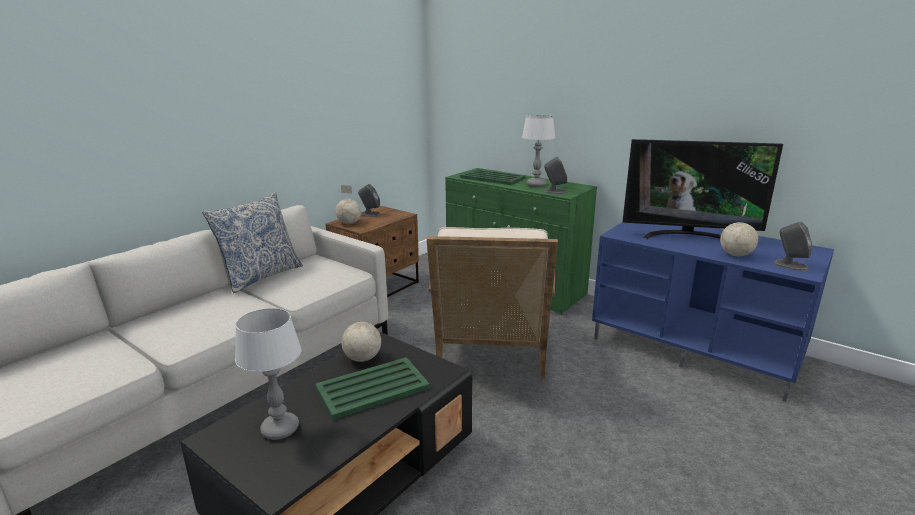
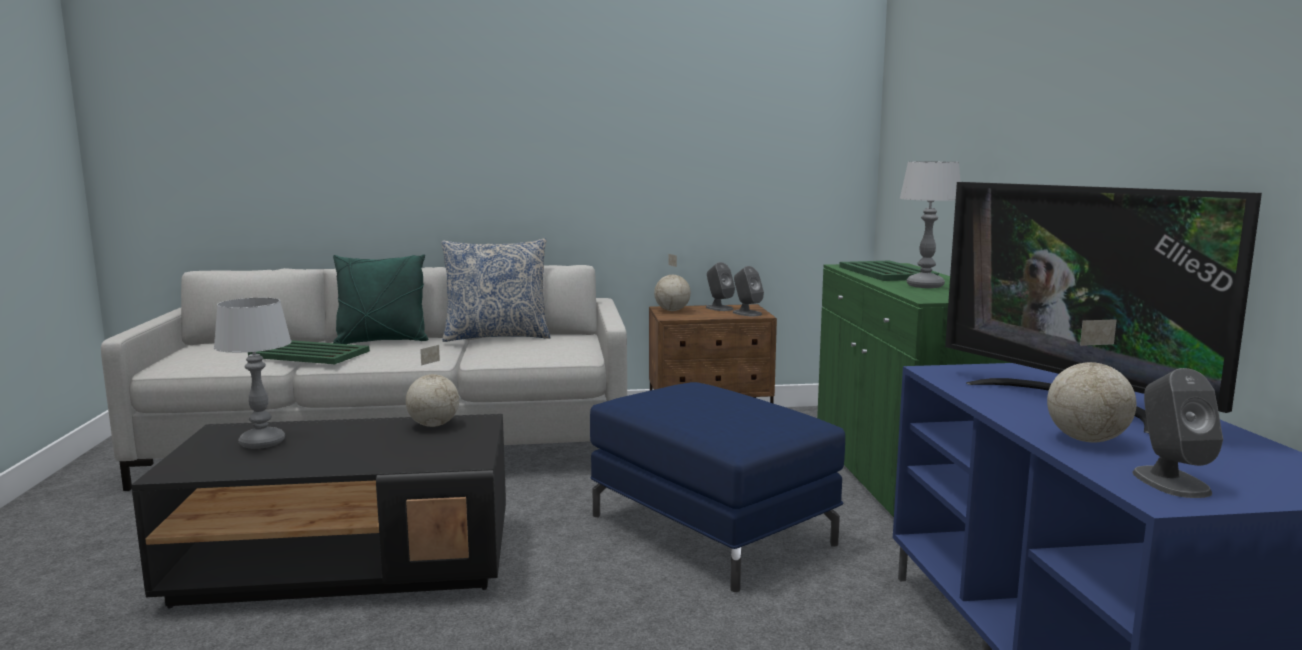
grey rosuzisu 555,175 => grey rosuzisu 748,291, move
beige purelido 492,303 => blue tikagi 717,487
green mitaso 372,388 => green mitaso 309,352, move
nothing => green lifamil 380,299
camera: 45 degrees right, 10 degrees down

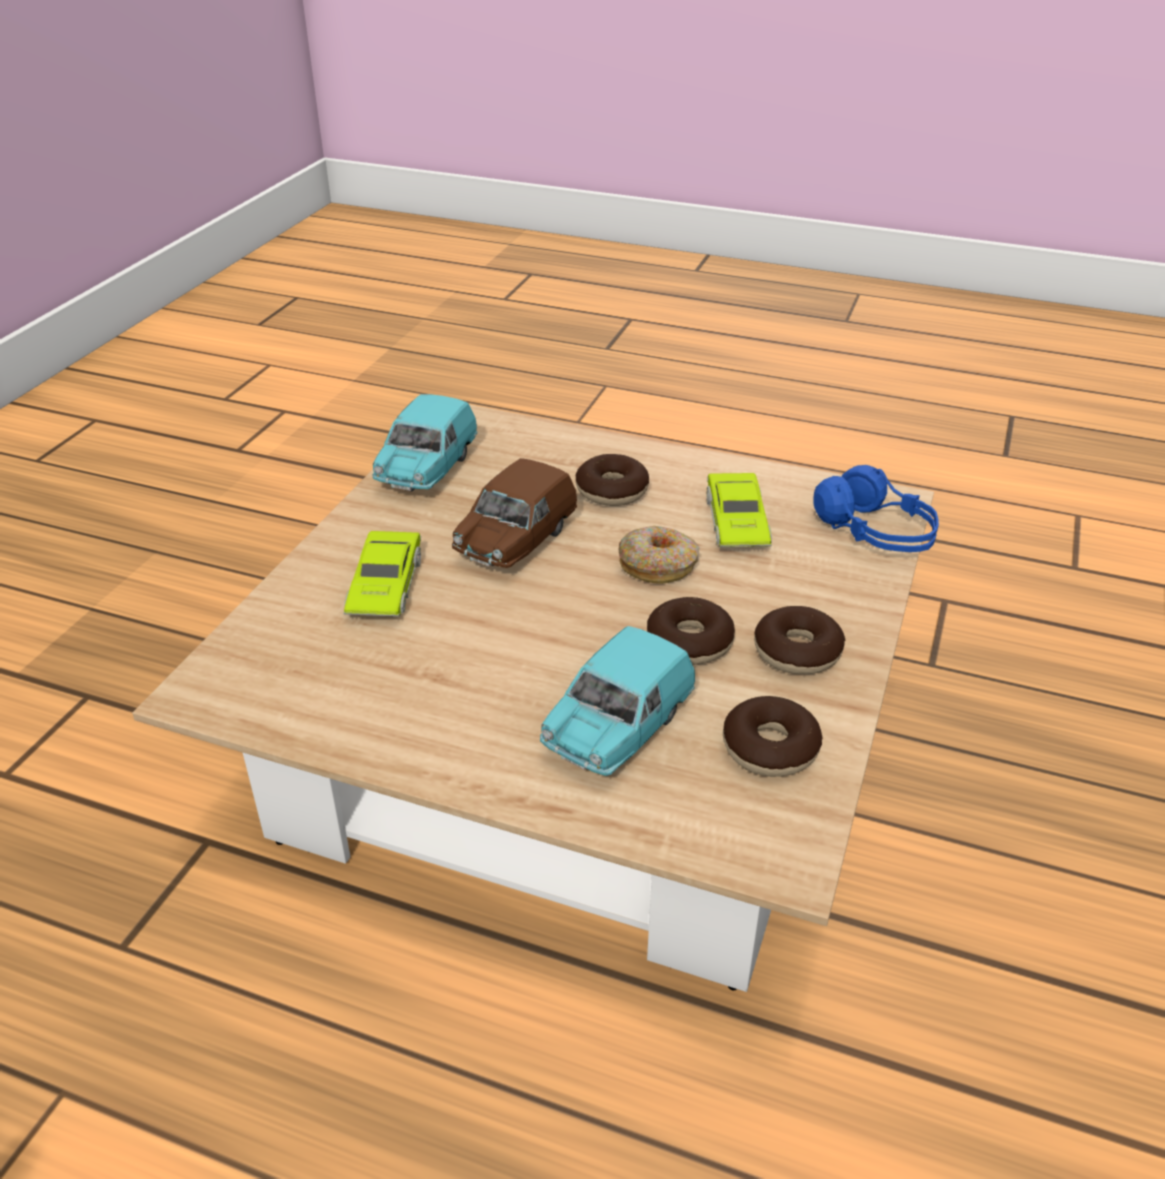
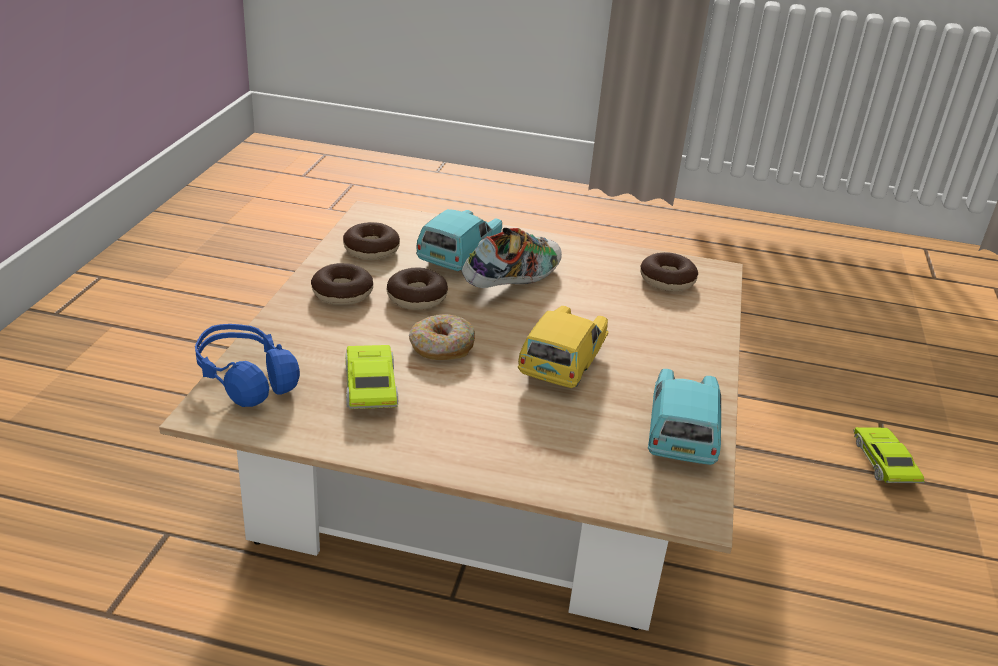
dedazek 612,480 => dedazek 669,272, move
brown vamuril 514,513 => yellow vamuril 563,347
green vamuril 382,574 => green vamuril 889,455, move
nothing => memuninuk 512,258
camera: 170 degrees right, 5 degrees down

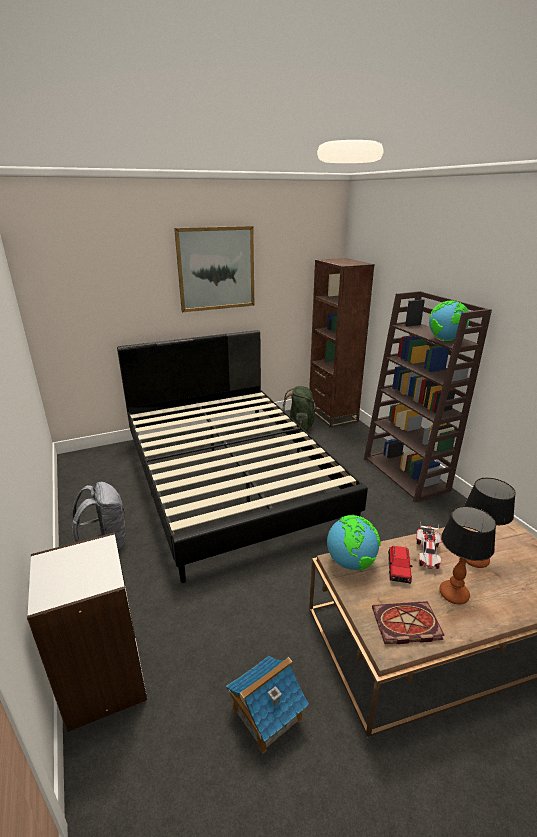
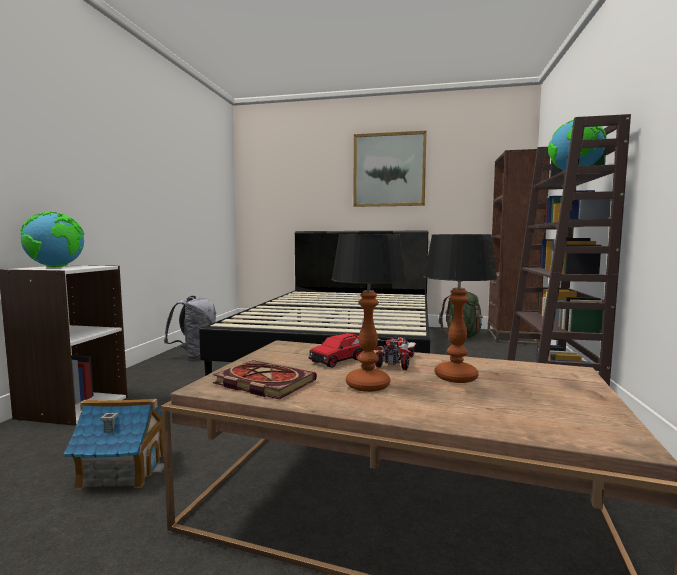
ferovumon 354,543 => ferovumon 52,239, move
vamuril 429,545 => vamuril 395,352, 150 degrees clockwise
camera: 35 degrees right, 20 degrees down

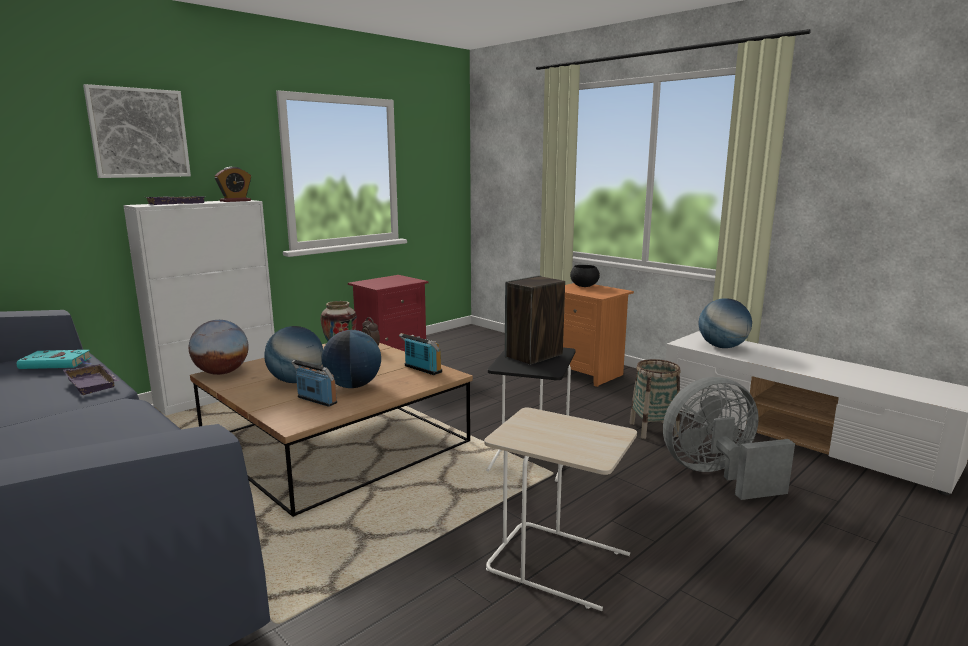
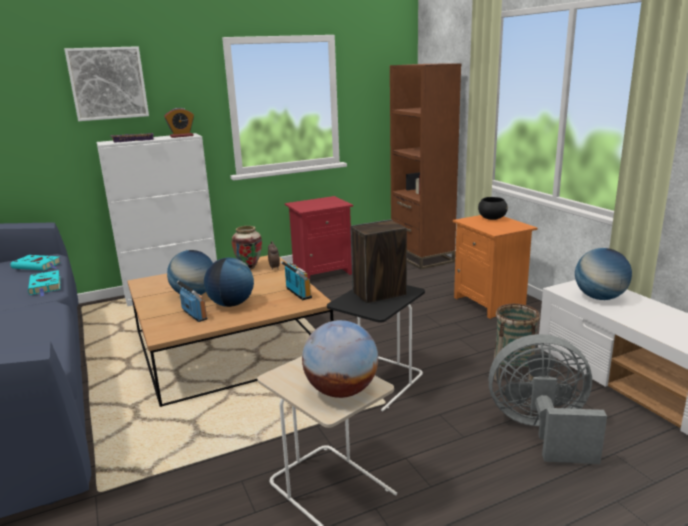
ferovumon 218,347 => ferovumon 340,359, move
purple mitaso 91,379 => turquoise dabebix 44,283
nothing => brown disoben 426,166
camera: 20 degrees right, 5 degrees up

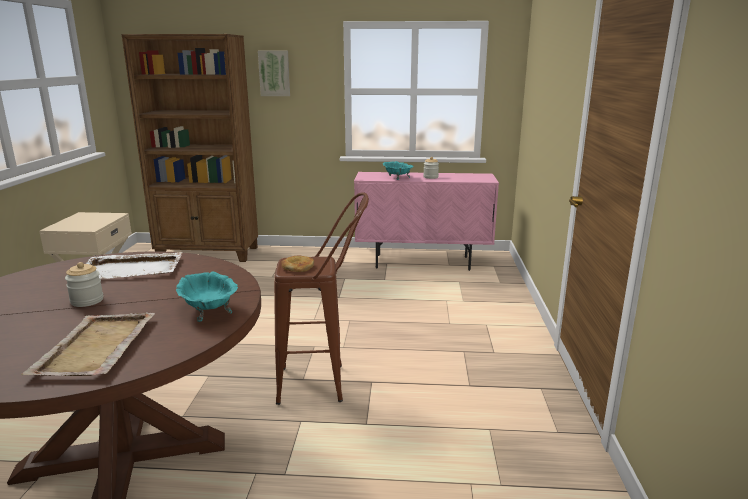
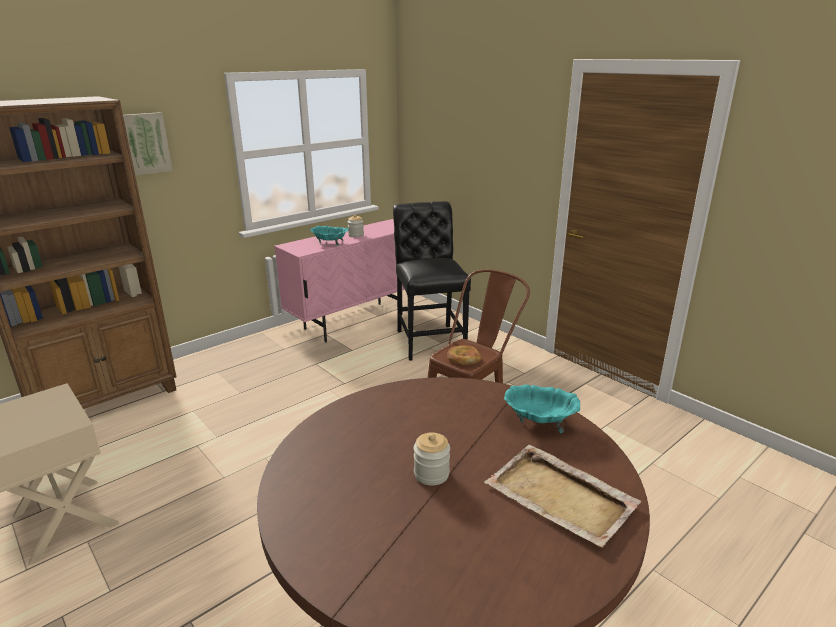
white mitaso 134,265 => nothing
nothing => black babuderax 432,281
camera: 45 degrees left, 5 degrees up

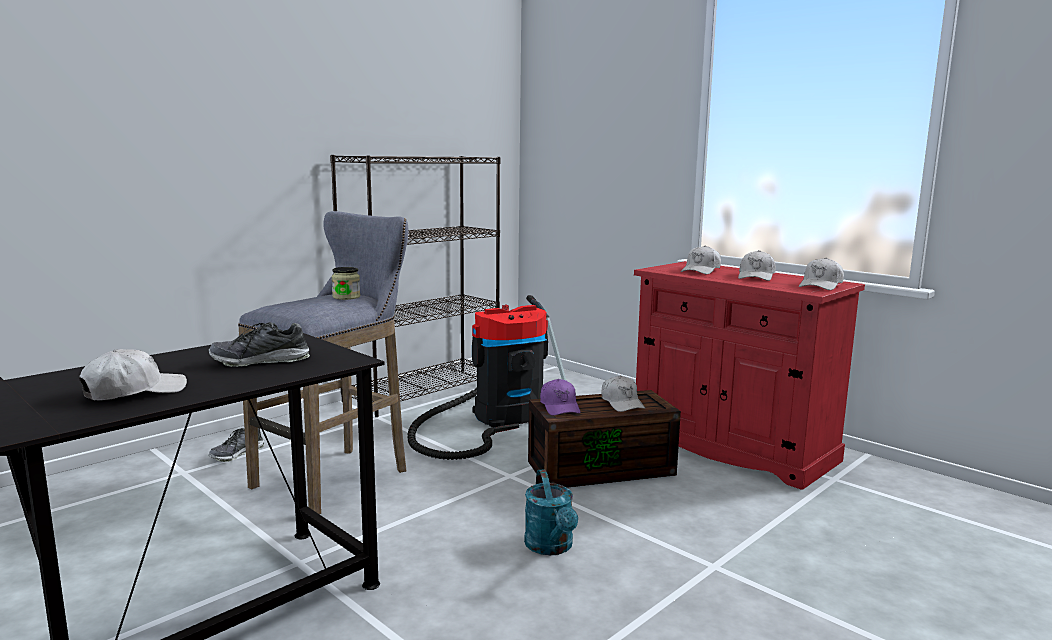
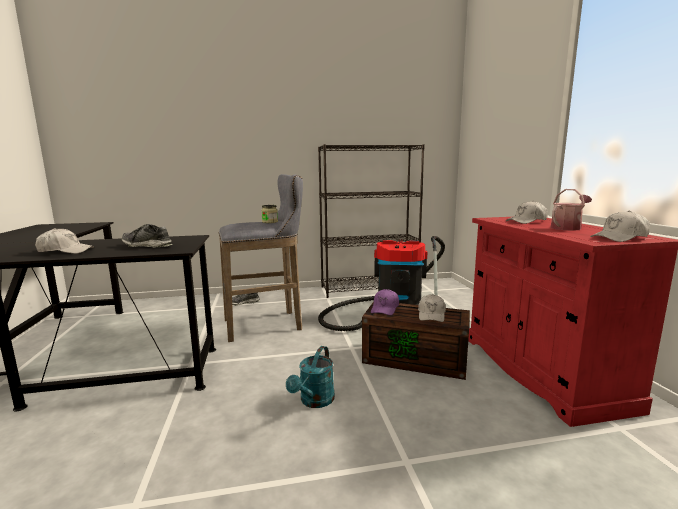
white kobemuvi 757,265 => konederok 571,210
camera: 35 degrees right, 0 degrees up

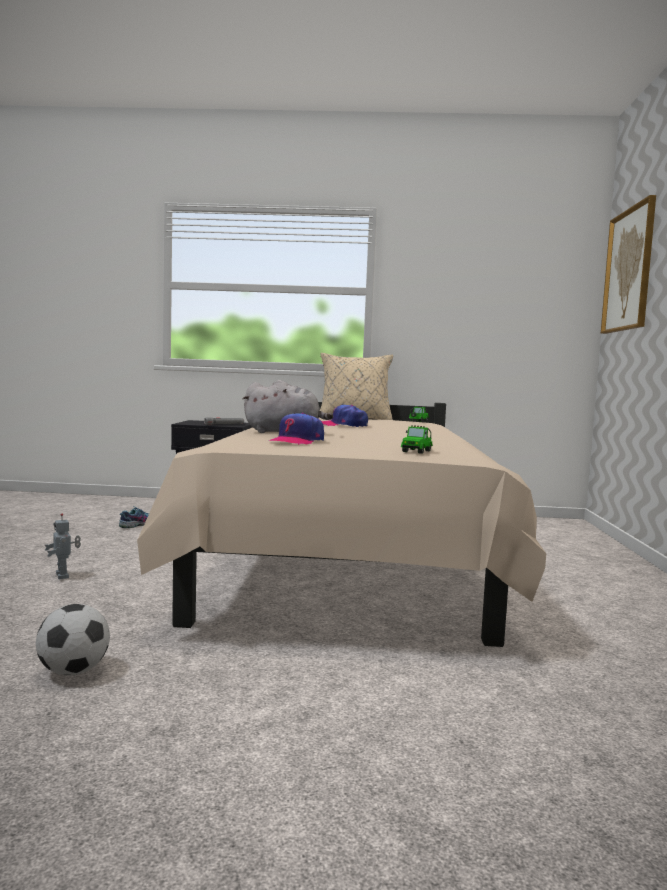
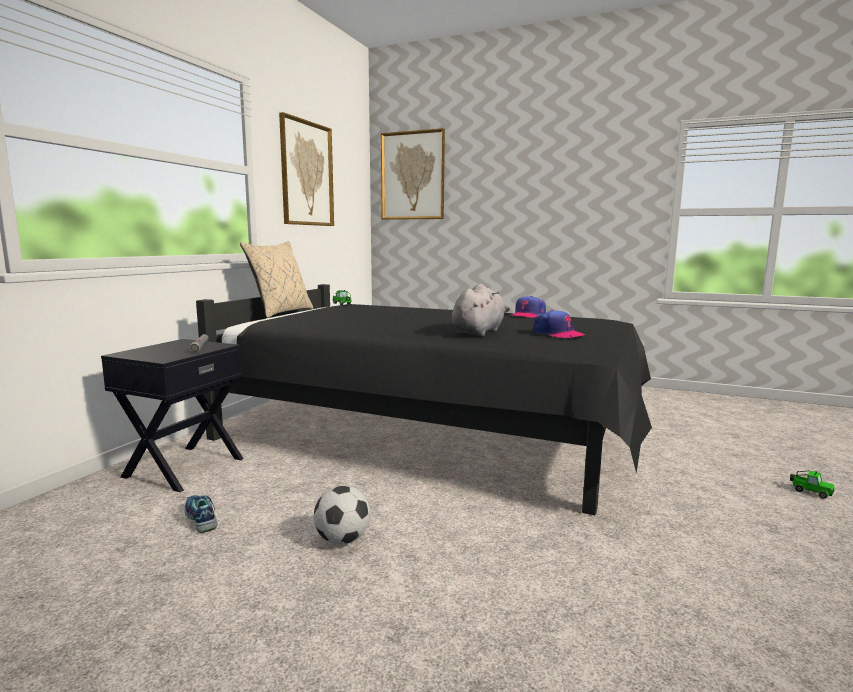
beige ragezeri 341,524 => black ragezeri 424,399
kobemuvi 345,416 => kobemuvi 528,307, move
vamuril 417,439 => vamuril 812,485, move
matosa 63,546 => nothing
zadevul 73,640 => zadevul 342,515, move
nothing => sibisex 306,169
camera: 70 degrees left, 5 degrees up

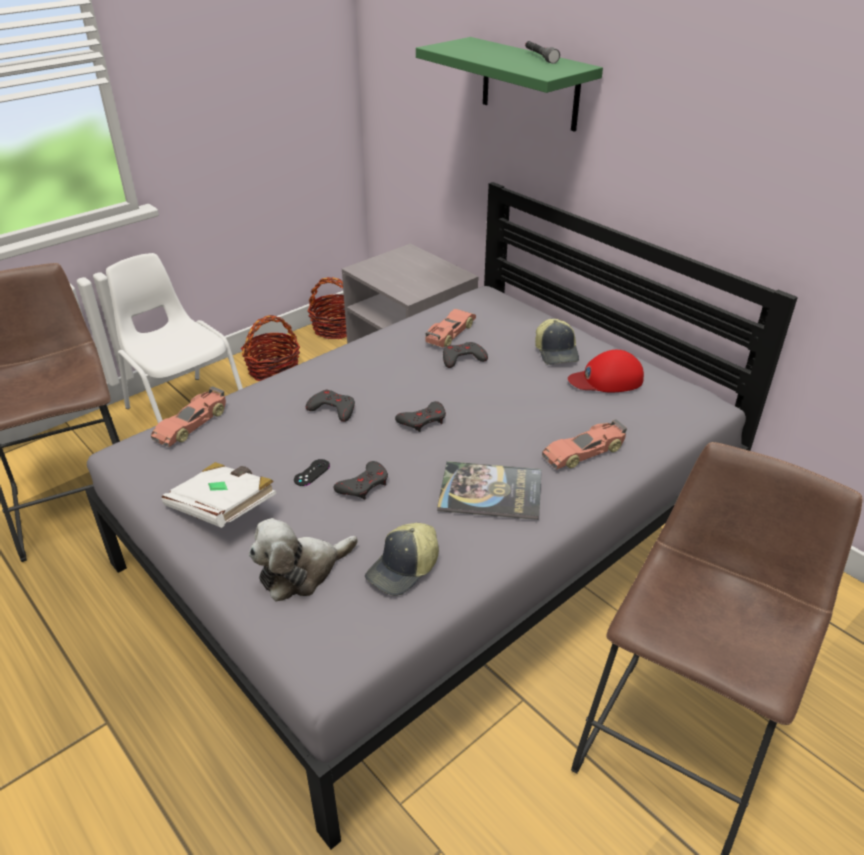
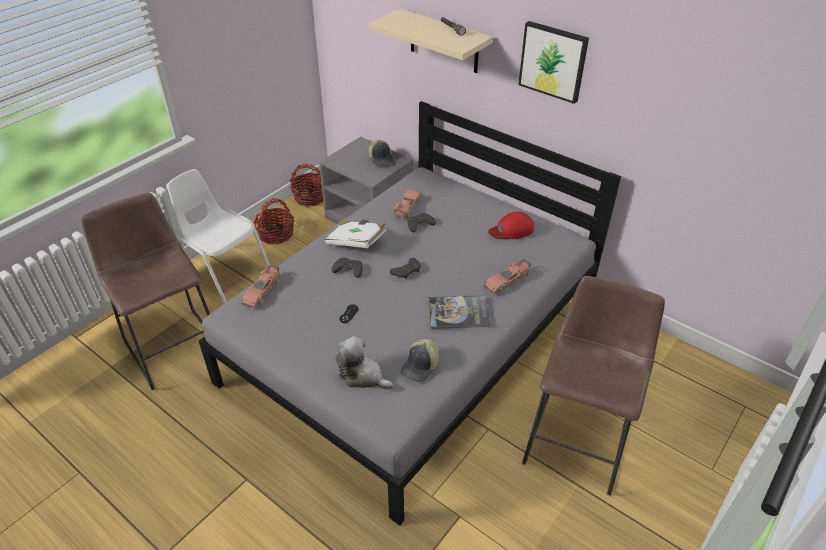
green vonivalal 509,84 => beige vonivalal 430,41
kobemuvi 557,342 => kobemuvi 381,153, move
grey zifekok 360,480 => nothing
white dabebix 218,495 => white dabebix 356,234, move
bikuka 303,559 => bikuka 364,363, 75 degrees clockwise
nothing => sibisex 553,62
camera: 10 degrees left, 5 degrees up

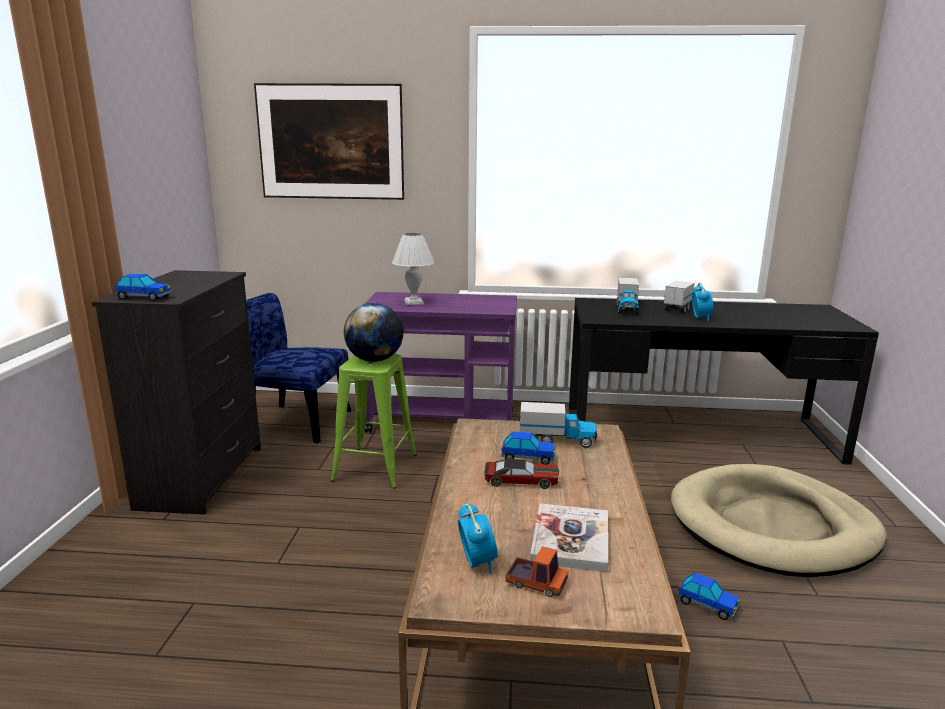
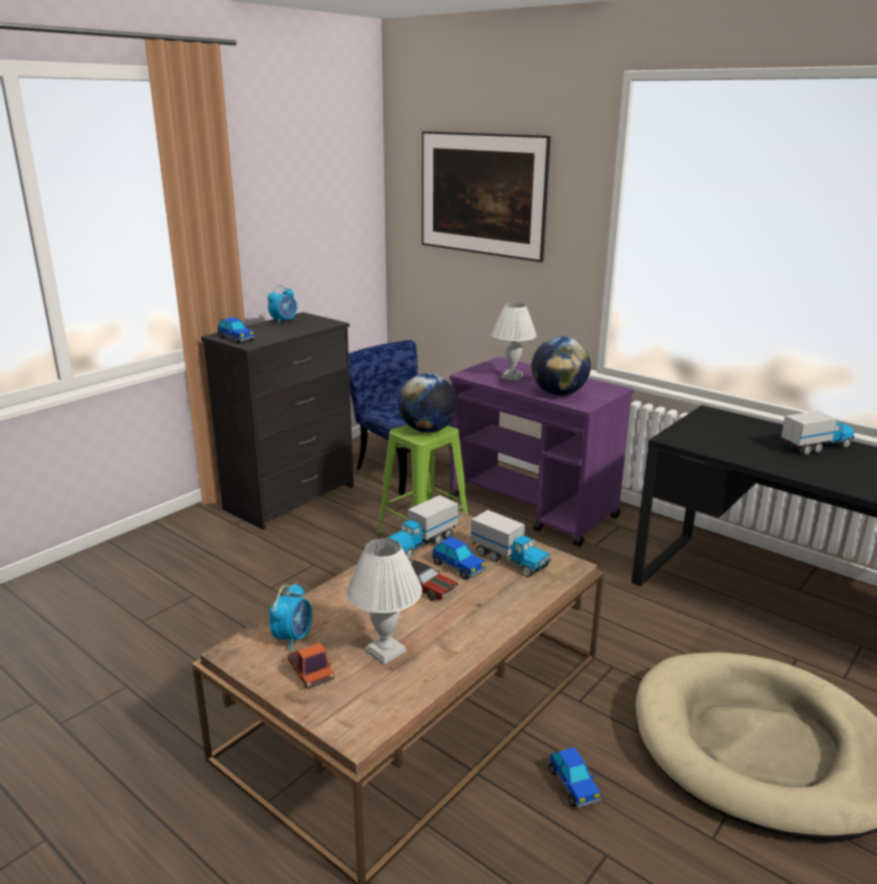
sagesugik 628,296 => sagesugik 422,527, move
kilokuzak 703,302 => kilokuzak 282,304, move
dabebix 569,537 => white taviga 384,601
nothing => ferovumon 561,366
camera: 35 degrees right, 5 degrees up

